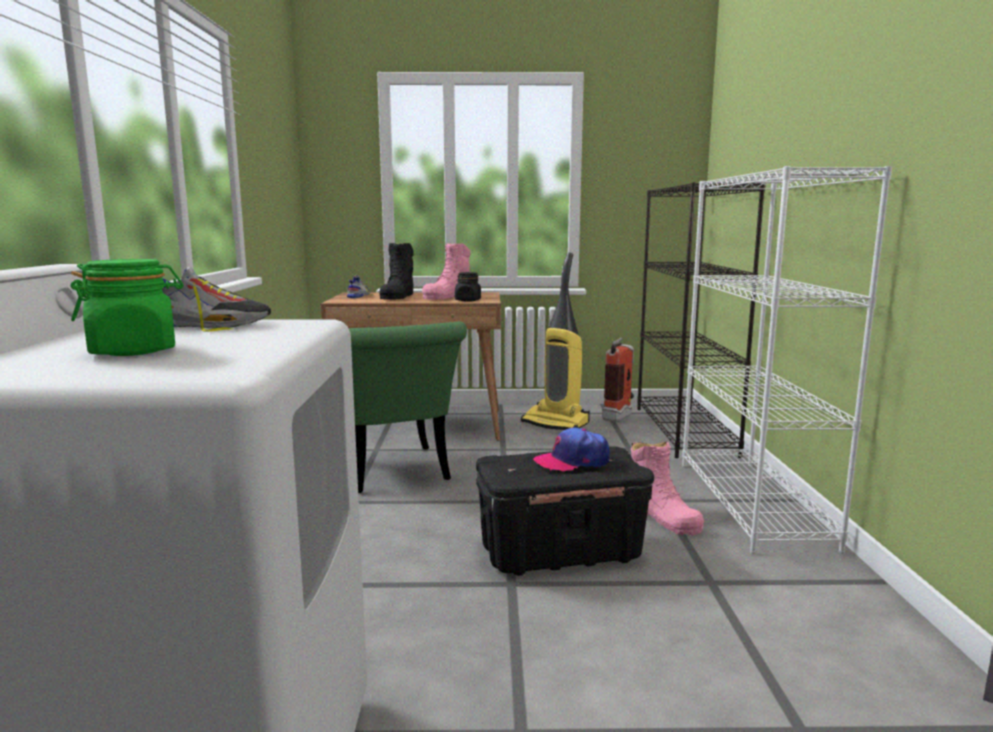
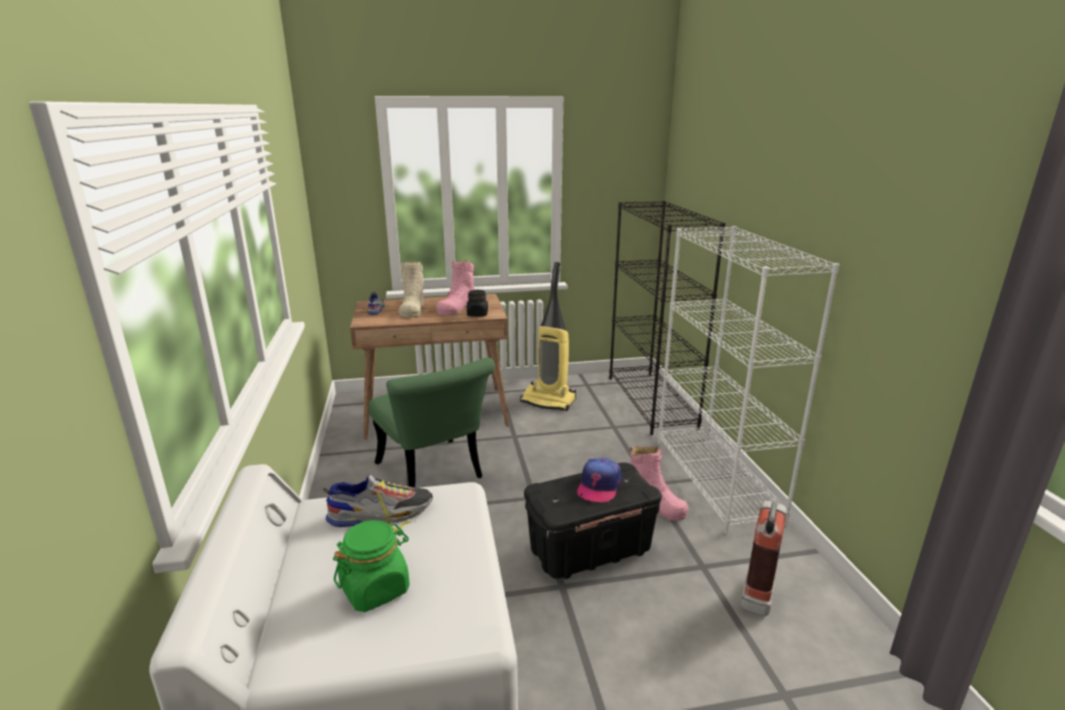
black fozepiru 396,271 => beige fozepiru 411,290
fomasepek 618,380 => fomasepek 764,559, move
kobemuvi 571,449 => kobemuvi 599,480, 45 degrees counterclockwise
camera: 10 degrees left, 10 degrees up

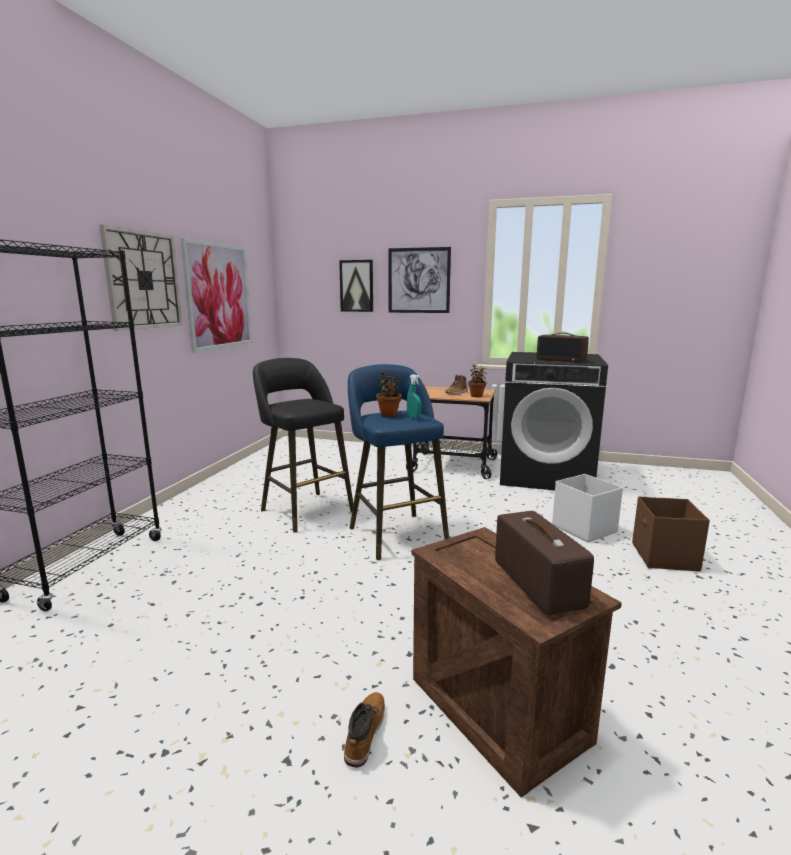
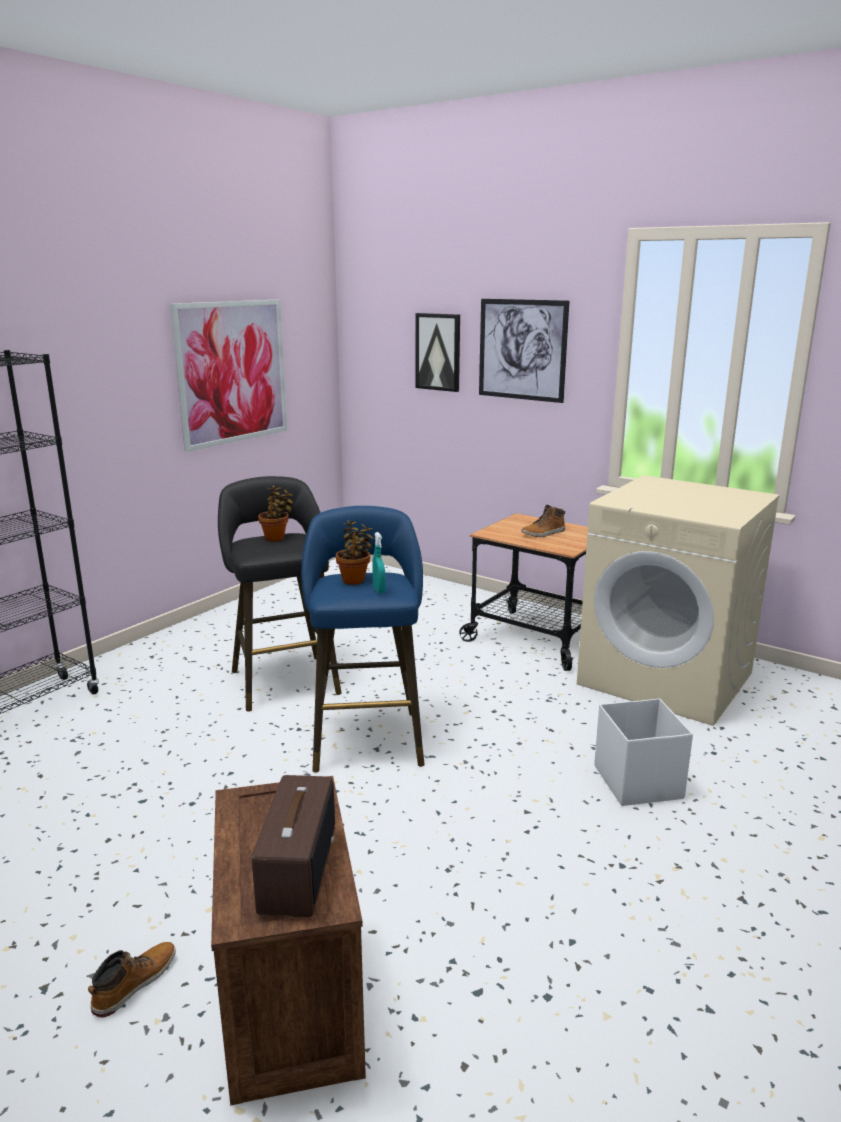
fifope 141,278 => nothing
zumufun 563,347 => nothing
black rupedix 554,421 => beige rupedix 678,600
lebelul 477,380 => lebelul 275,513, move
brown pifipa 671,534 => nothing
camera: 20 degrees right, 5 degrees up

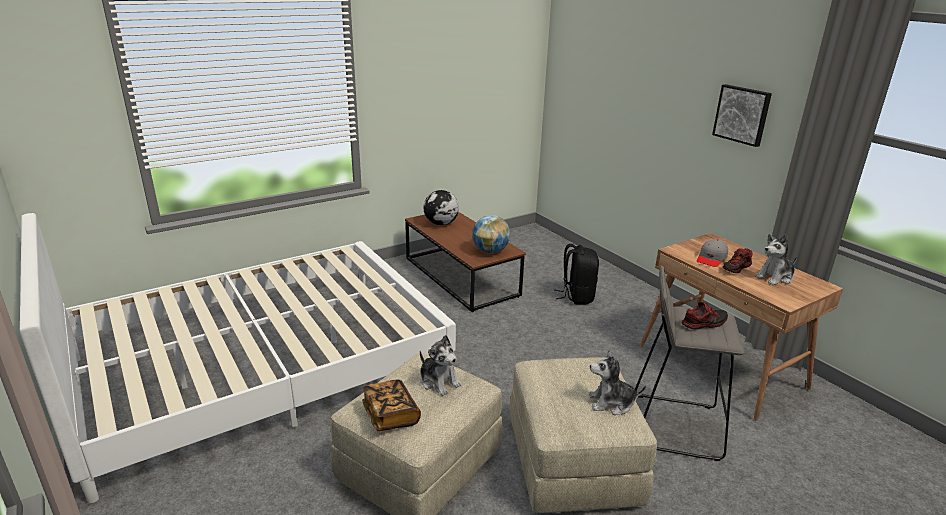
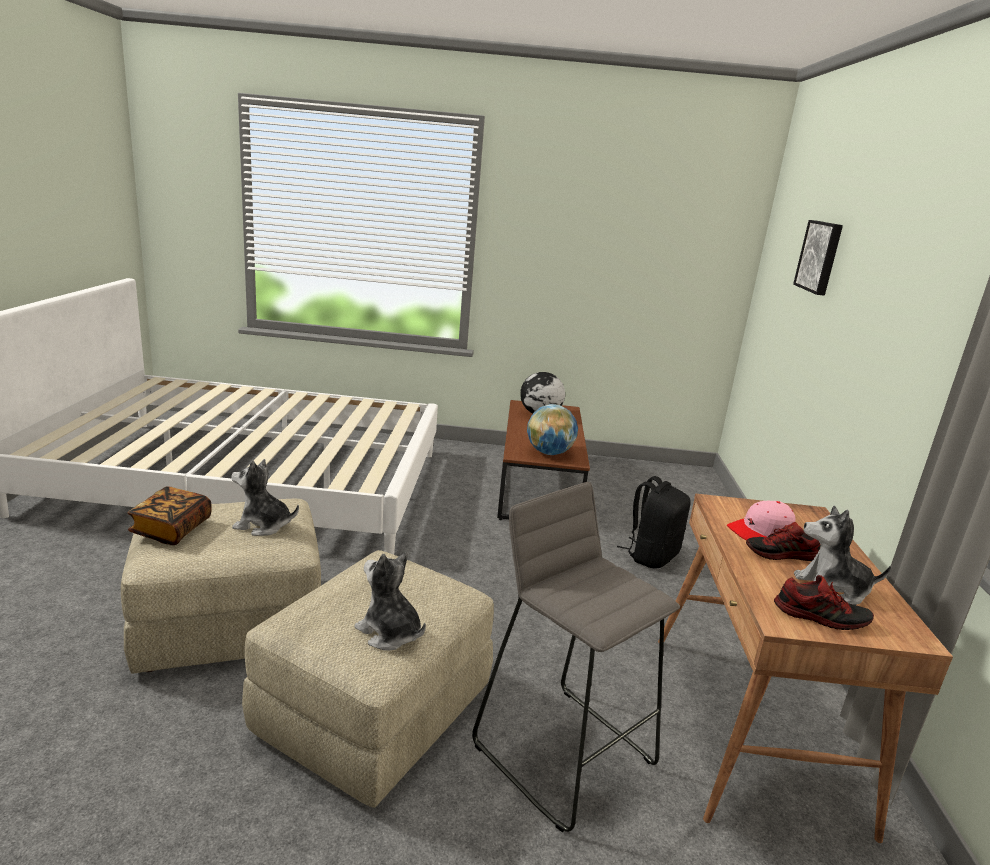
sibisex 742,115 => sibisex 818,258, move
grey kobemuvi 712,253 => pink kobemuvi 761,520
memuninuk 704,316 => memuninuk 824,602, move
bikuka 441,365 => bikuka 265,497, 105 degrees clockwise
camera: 35 degrees right, 5 degrees down

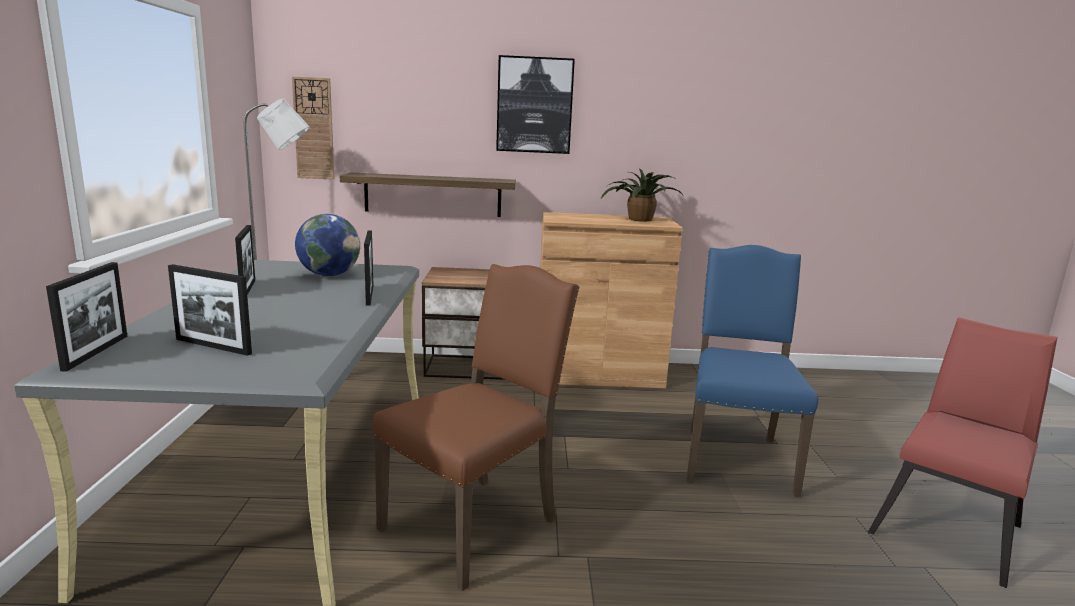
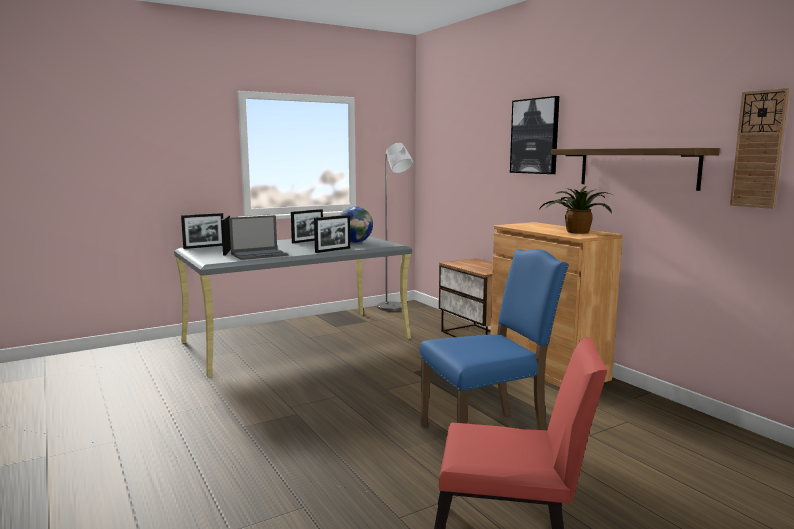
fifope 313,128 => fifope 760,148, move
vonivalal 428,195 => vonivalal 635,169, move
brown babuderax 475,427 => nothing
nothing => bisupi 258,237
camera: 60 degrees right, 5 degrees down

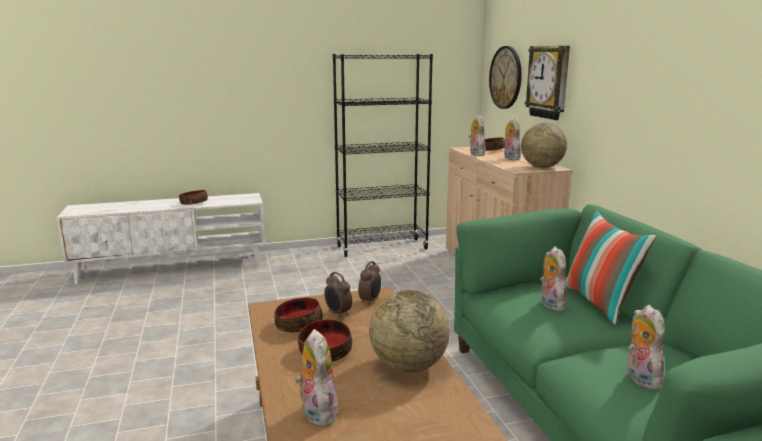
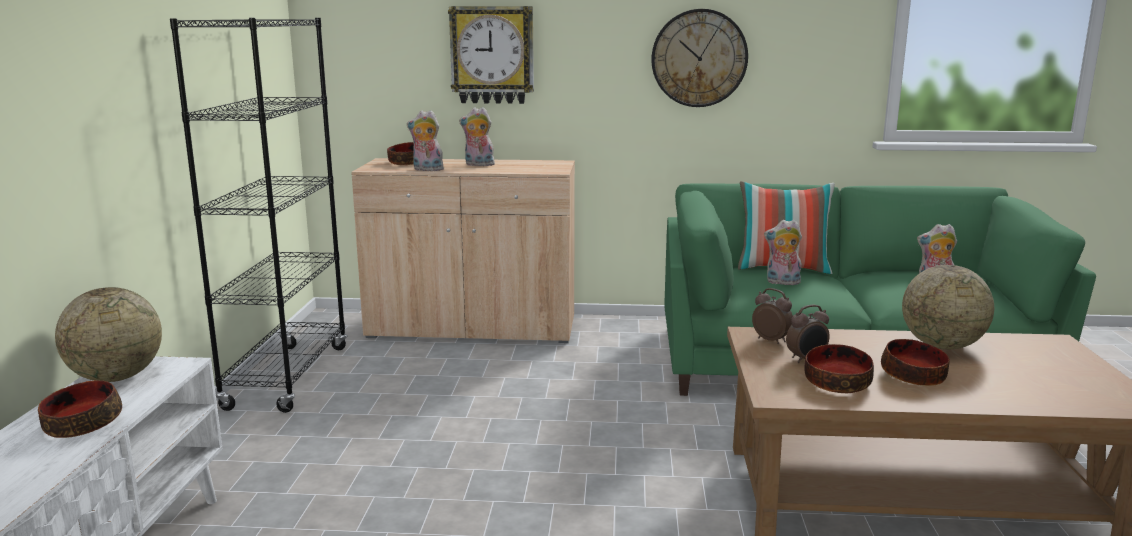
fifope 505,77 => fifope 699,58, move
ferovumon 544,145 => ferovumon 108,334, move
bikuka 316,377 => nothing
camera: 70 degrees left, 0 degrees up

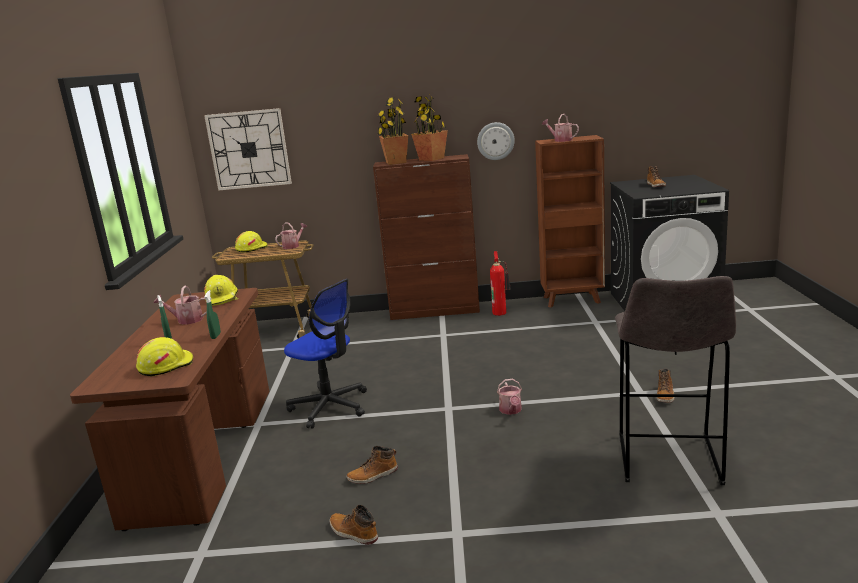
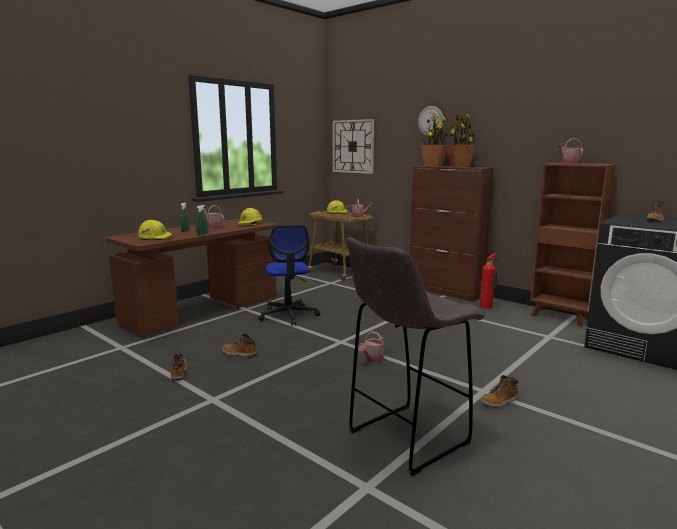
fifope 496,141 => fifope 430,121, move
camera: 40 degrees right, 5 degrees down

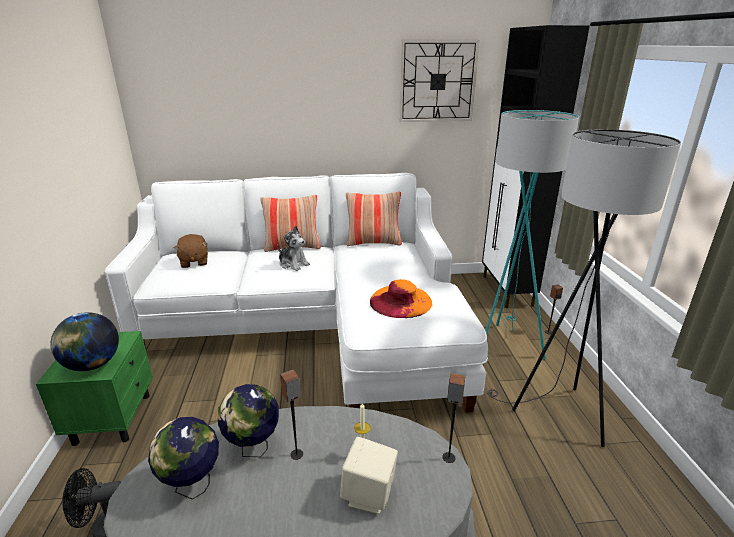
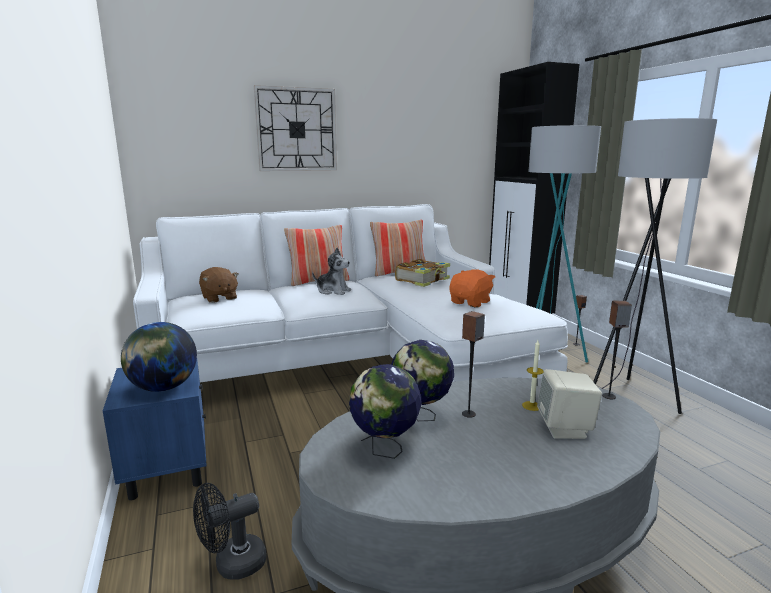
fifope 439,81 => fifope 295,128, move
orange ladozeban 401,298 => orange bikuka 472,288
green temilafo 94,388 => blue temilafo 155,430
nothing => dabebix 422,273
camera: 15 degrees left, 10 degrees down

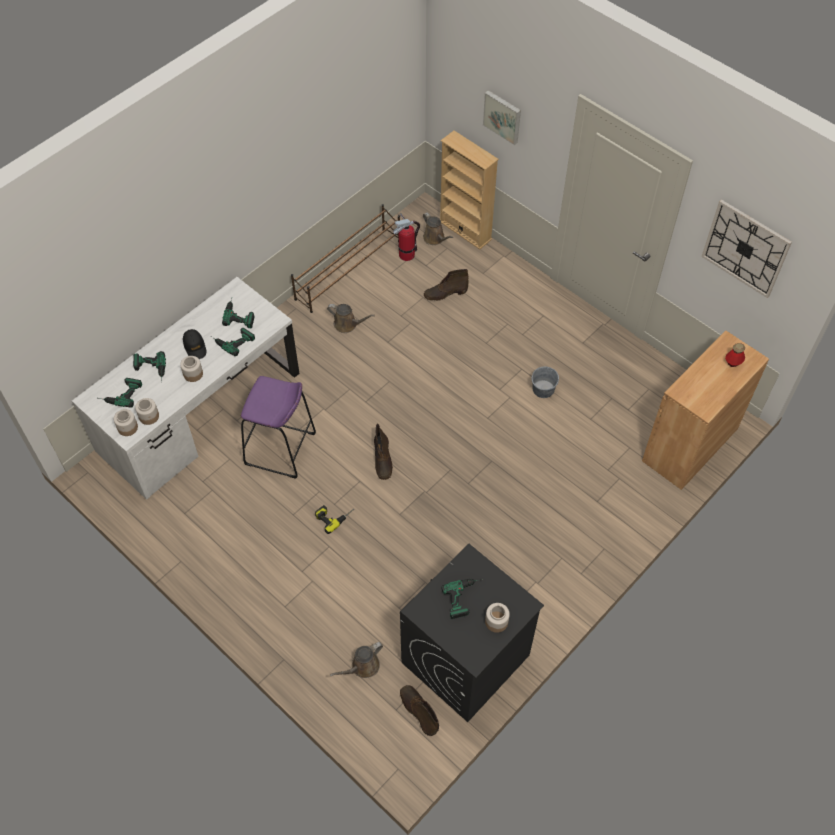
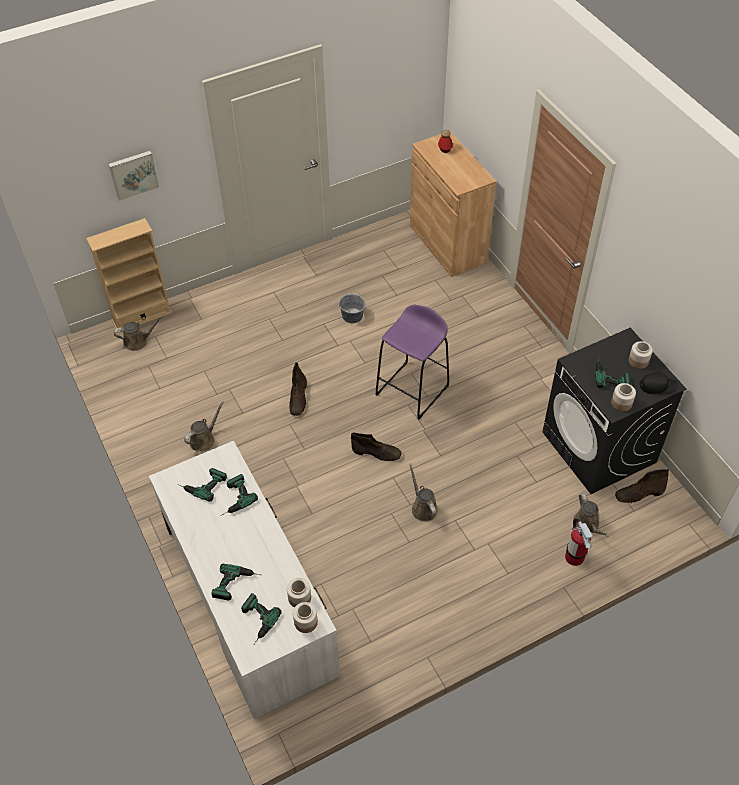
fifope 746,248 => nothing
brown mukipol 345,258 => nothing
fomasepek 406,237 => fomasepek 579,542, move
brown fozepiru 446,285 => brown fozepiru 298,389, move
black kobemuvi 194,344 => black kobemuvi 658,383, move
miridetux 191,369 => miridetux 623,397, move
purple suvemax 278,427 => purple suvemax 412,362, move
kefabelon 334,519 => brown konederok 423,492
camera: 70 degrees left, 5 degrees down

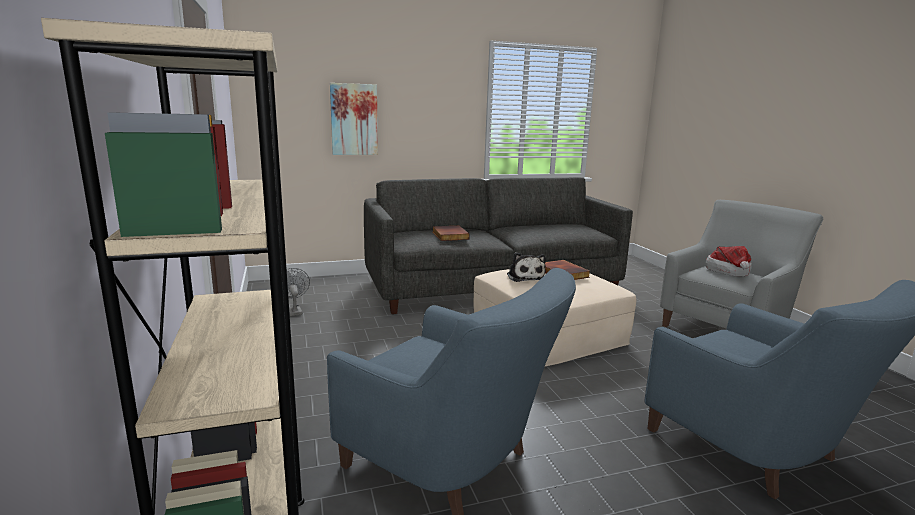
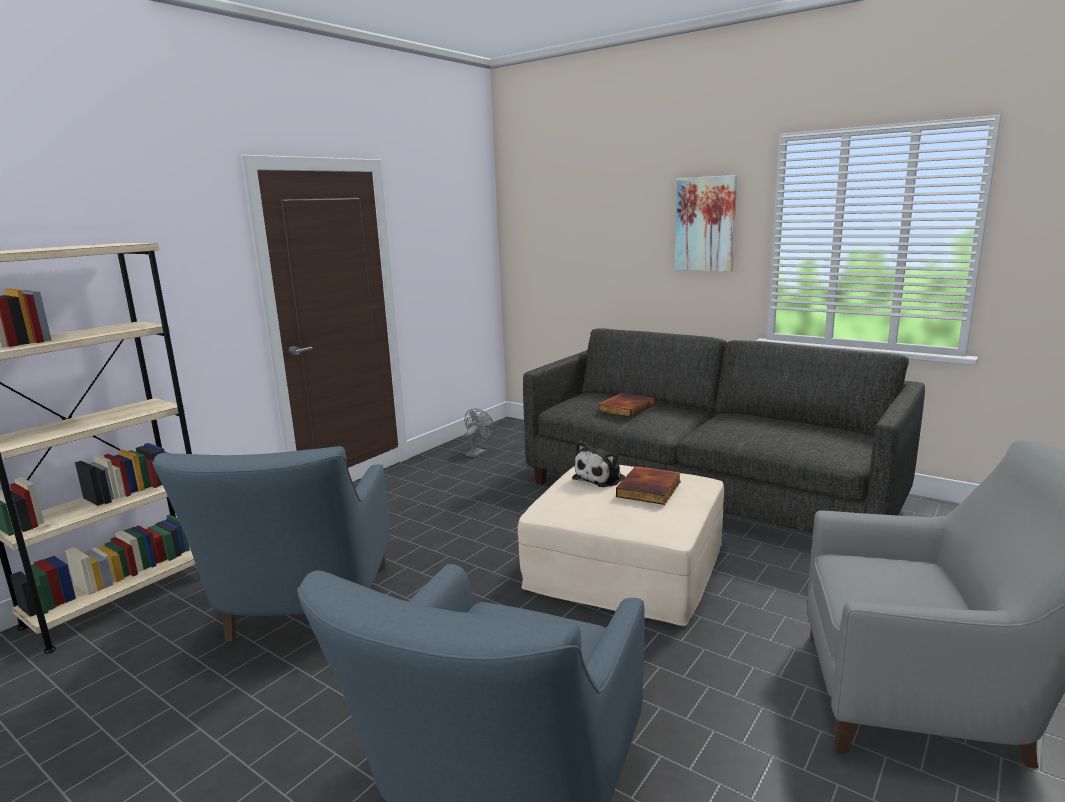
sibisex 354,119 => sibisex 706,223, move
ladozeban 729,261 => nothing
camera: 55 degrees right, 0 degrees up

